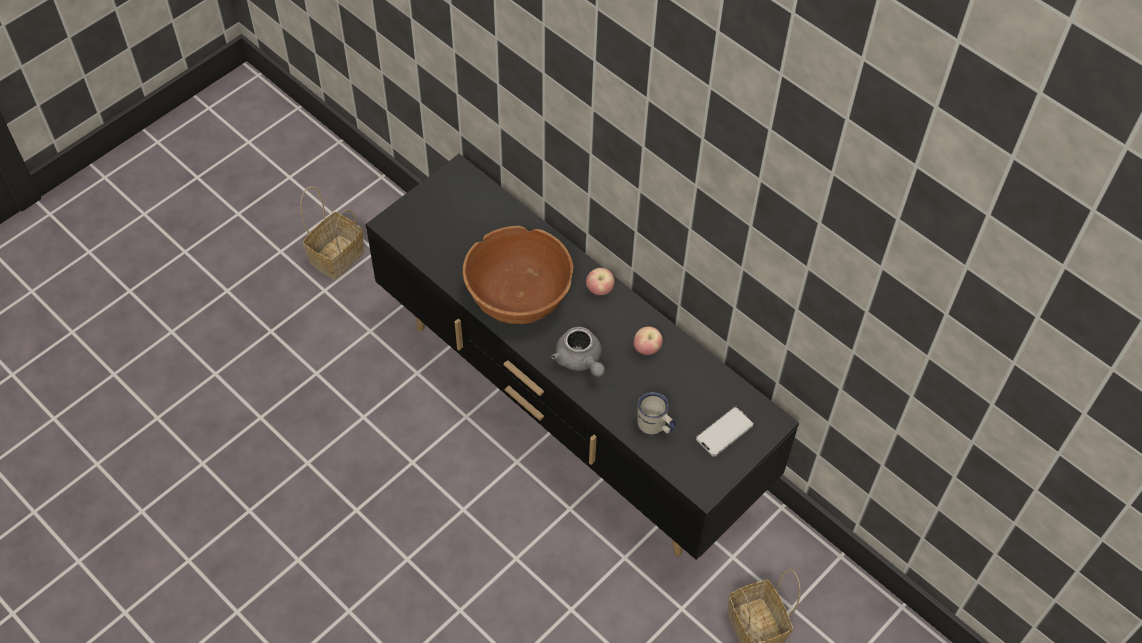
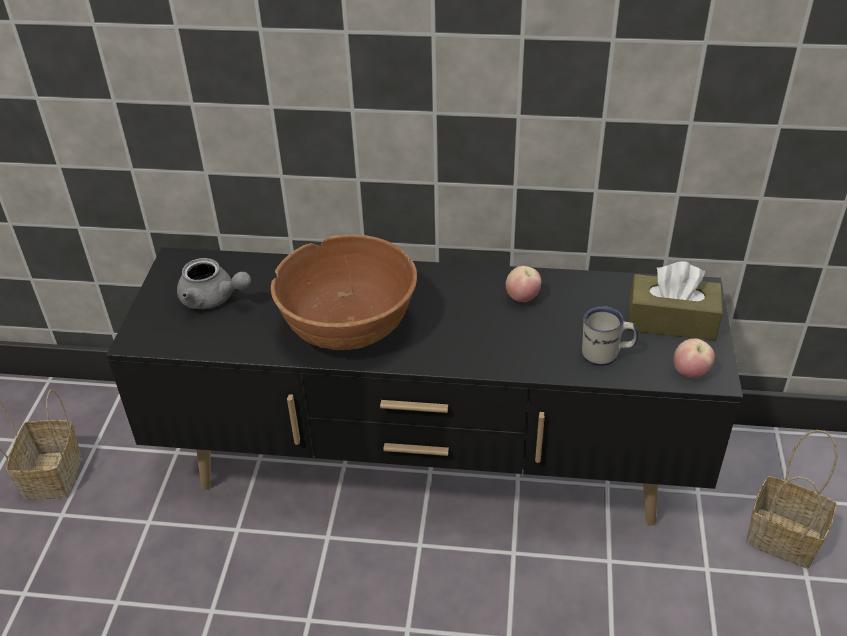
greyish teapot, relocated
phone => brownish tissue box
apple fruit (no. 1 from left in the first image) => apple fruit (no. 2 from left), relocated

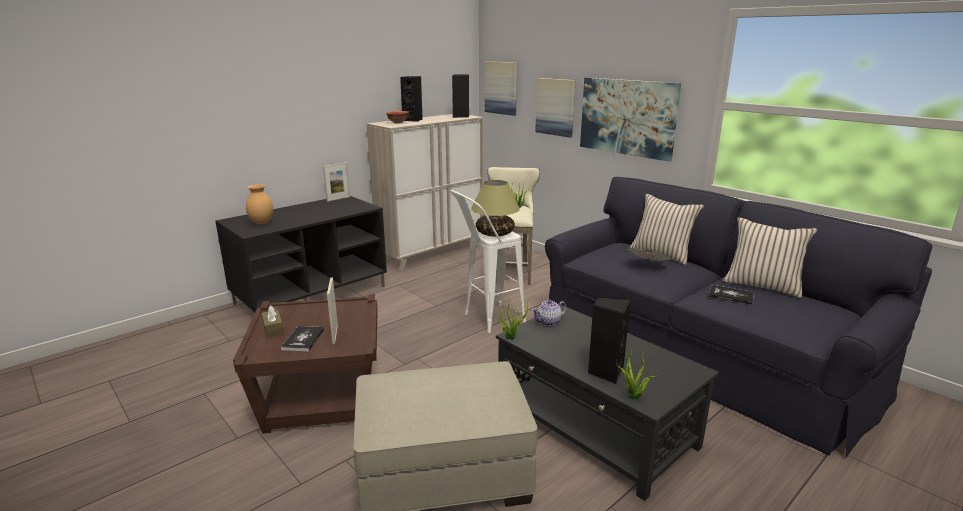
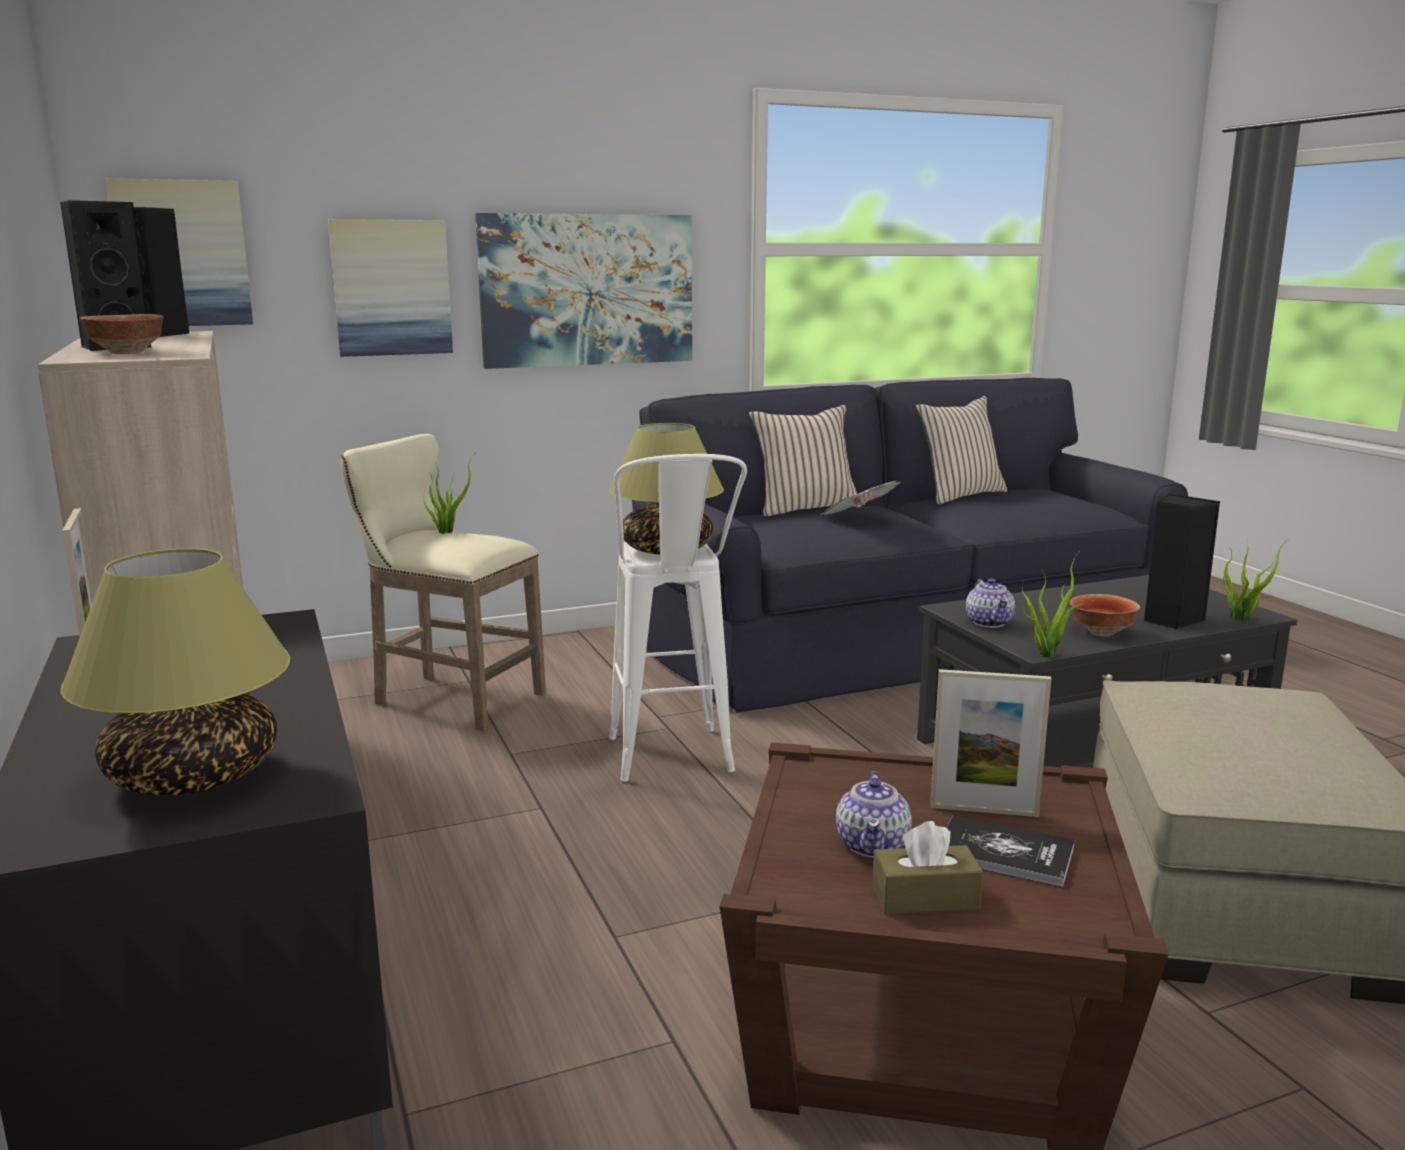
brownish flower vase => tabletop lamp (no. 1 from left)
nothing => teapot (no. 1 from left)
nothing => serving bowl (no. 2 from left)
volume (no. 2 from left) => nothing

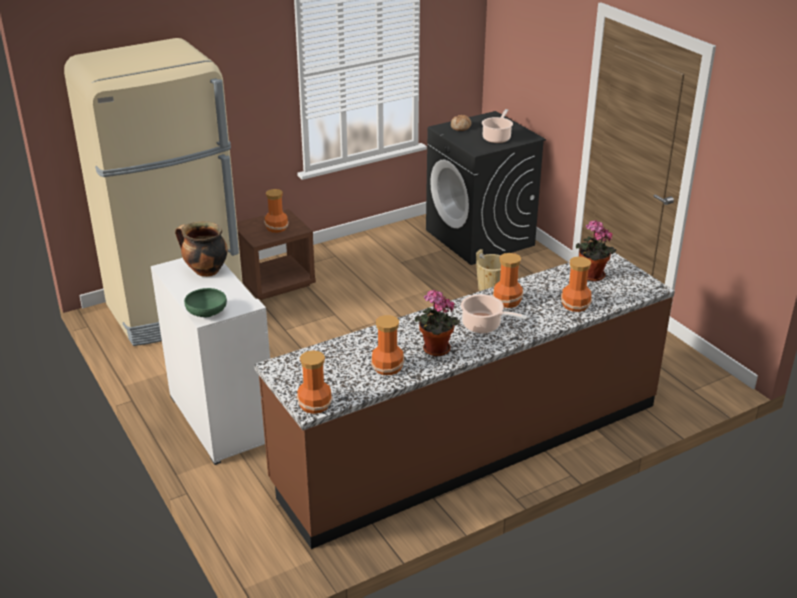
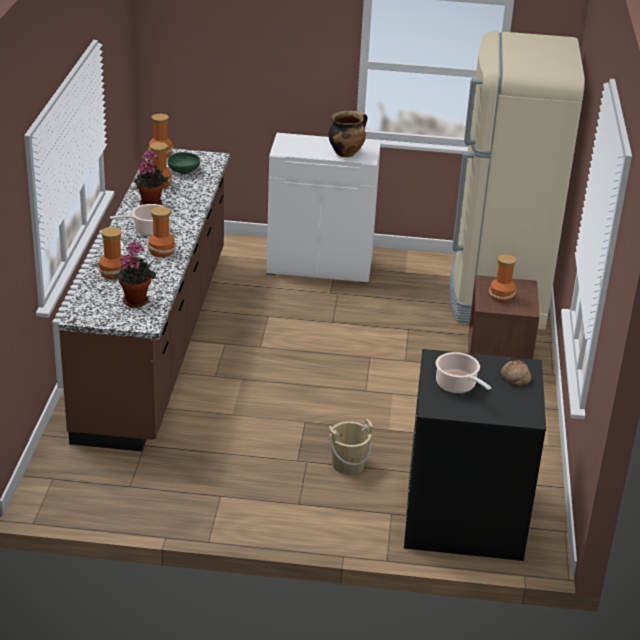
green serving bowl, relocated

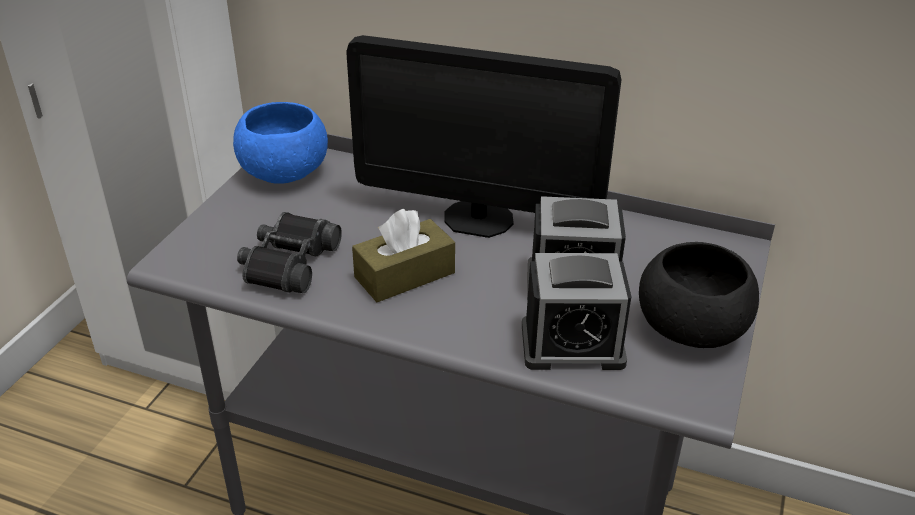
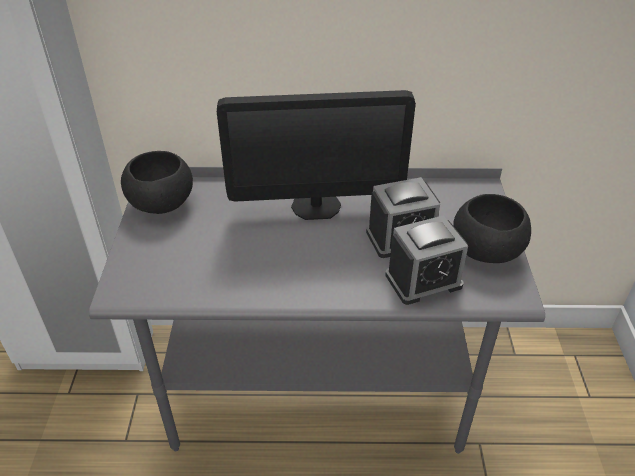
blue-coloured serving bowl => blackish serving bowl (no. 1 from left)
blackish binoculars => nothing
brownish tissue box => nothing

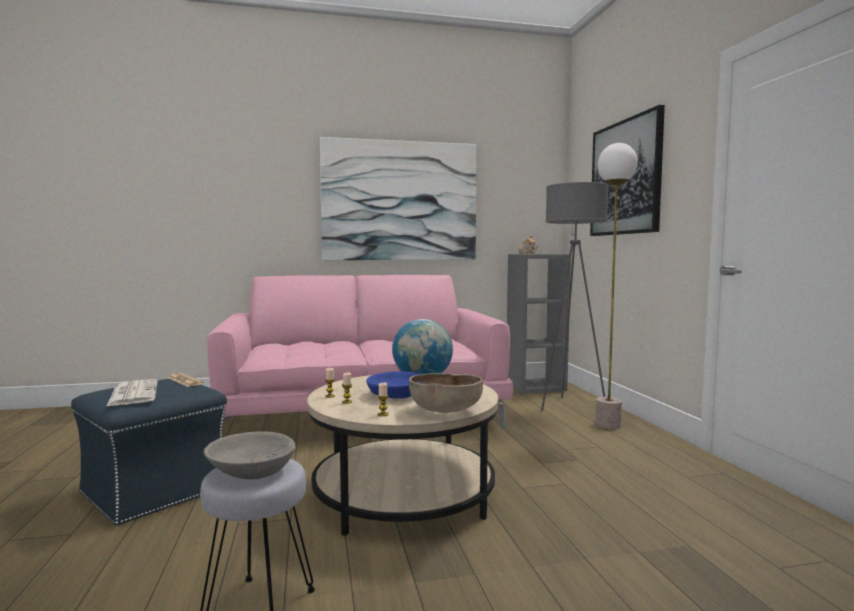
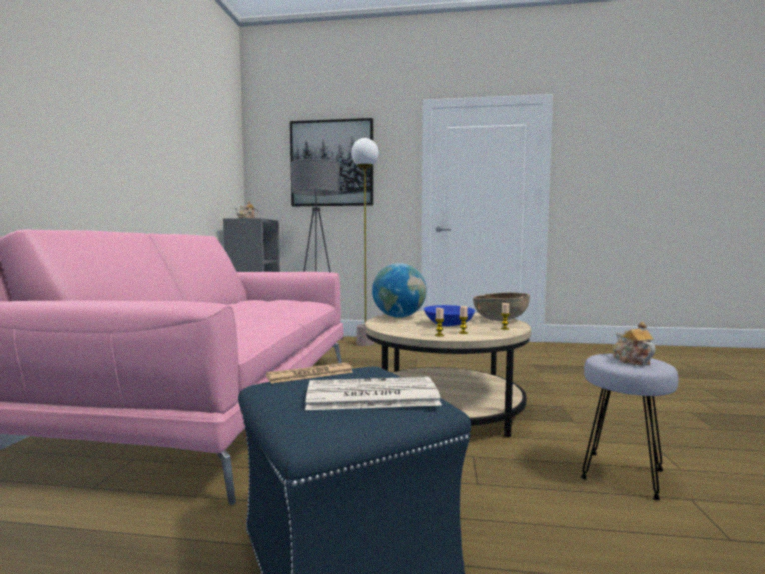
greyish serving bowl => teapot (no. 2 from left)
wall art (no. 1 from left) => nothing

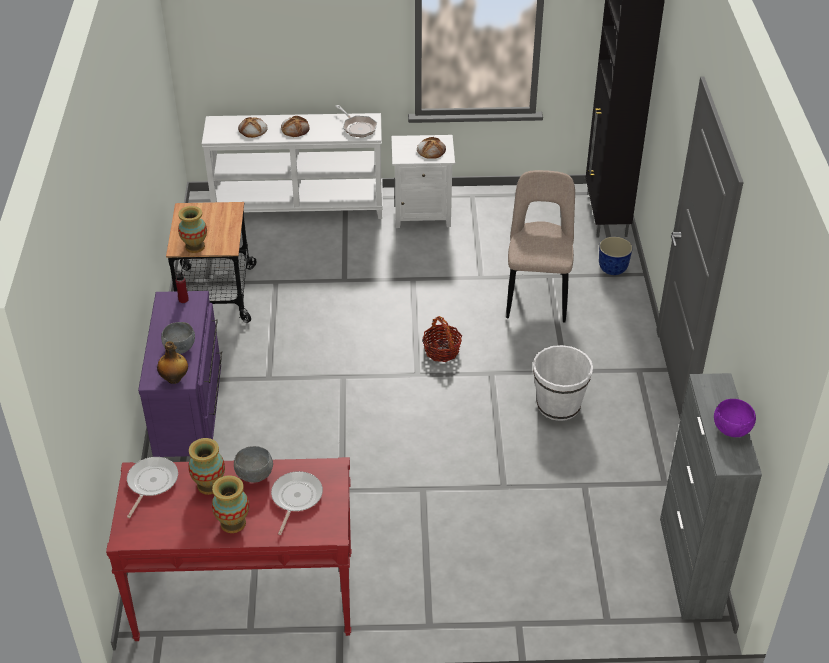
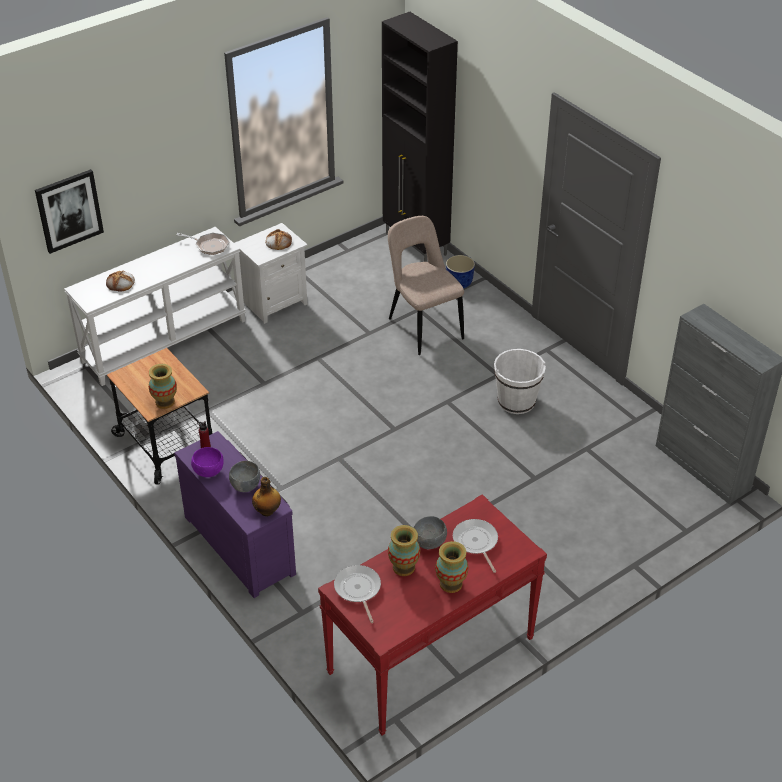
nothing => wall art
purplish serving bowl, relocated
bakery bread (no. 2 from left) => nothing
household basket => nothing

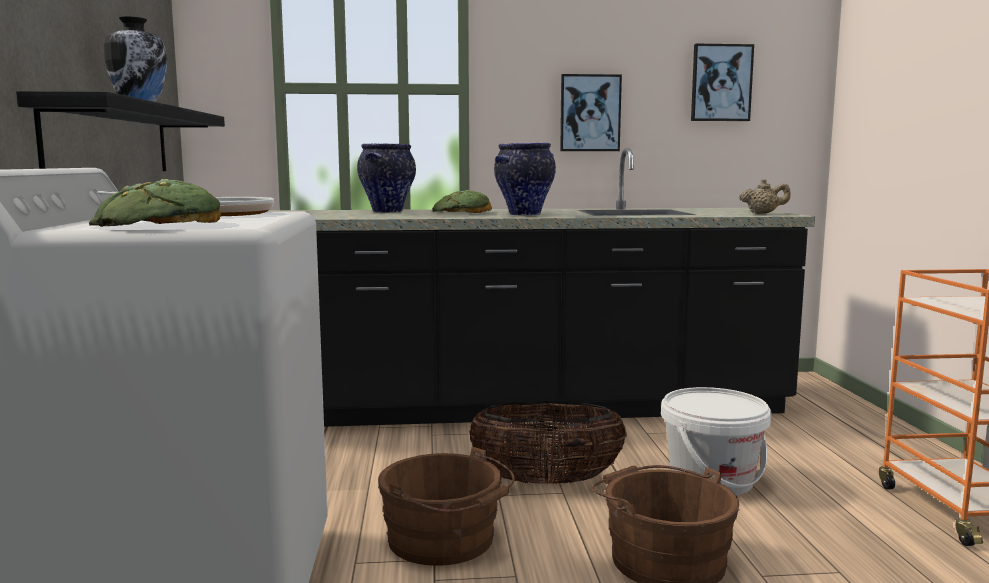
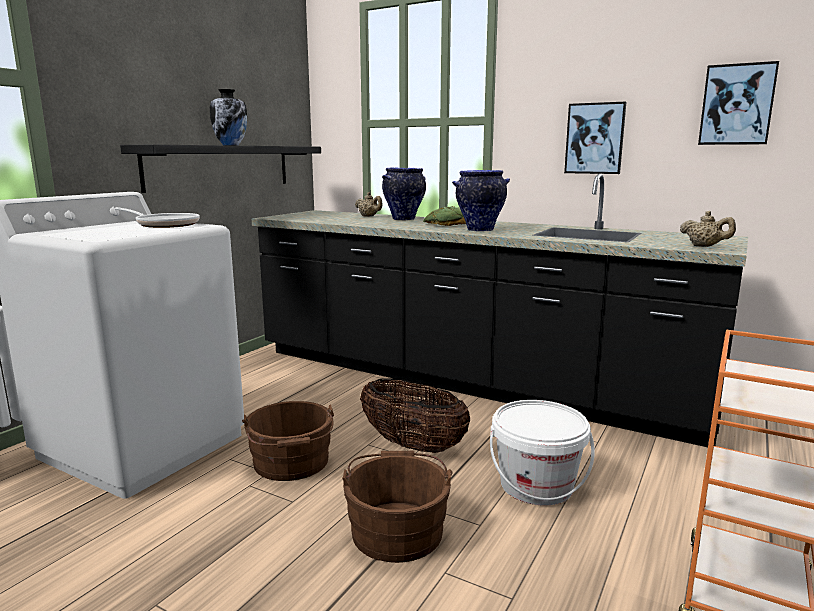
nothing => beige teapot (no. 1 from left)
bakery bread (no. 1 from left) => nothing

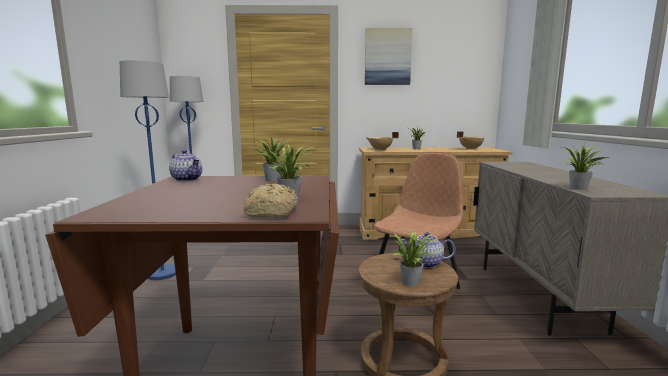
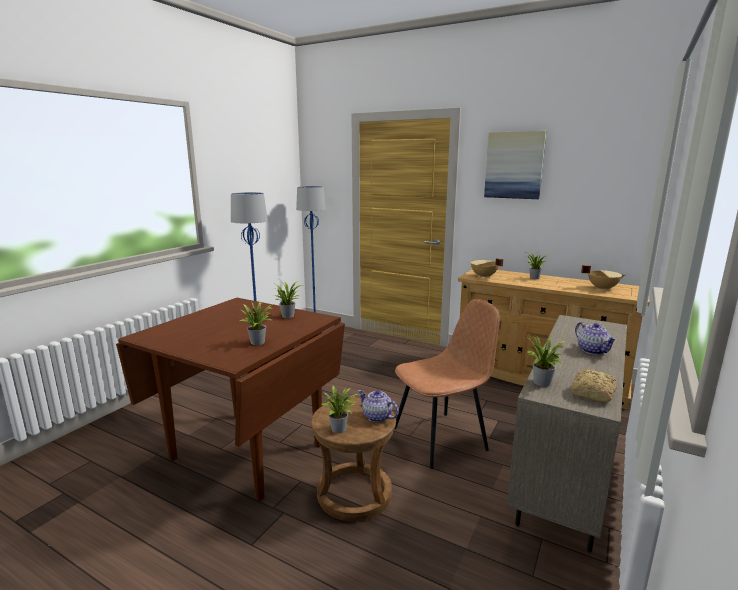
bakery bread, relocated
teapot (no. 1 from left in the first image) => teapot (no. 2 from left), relocated

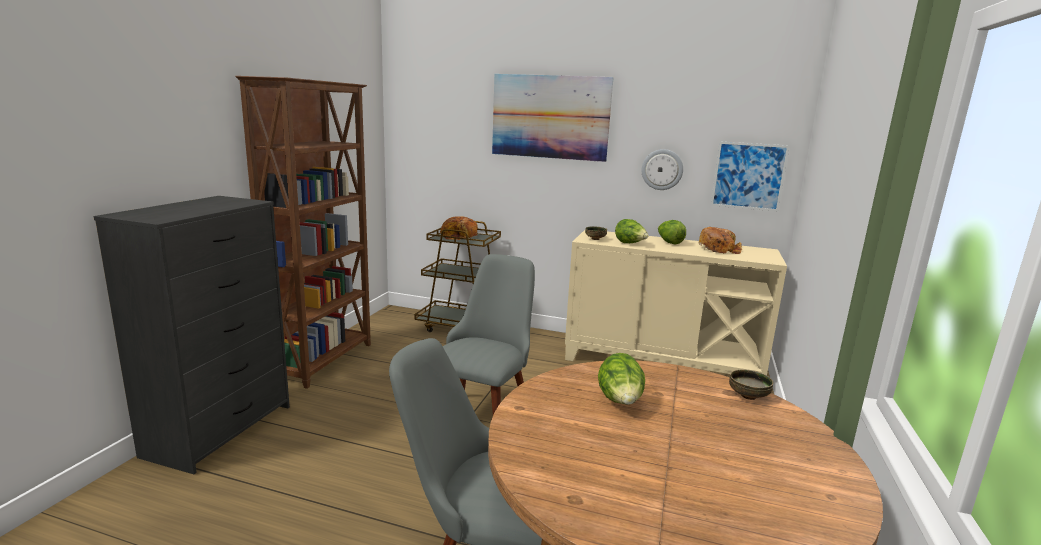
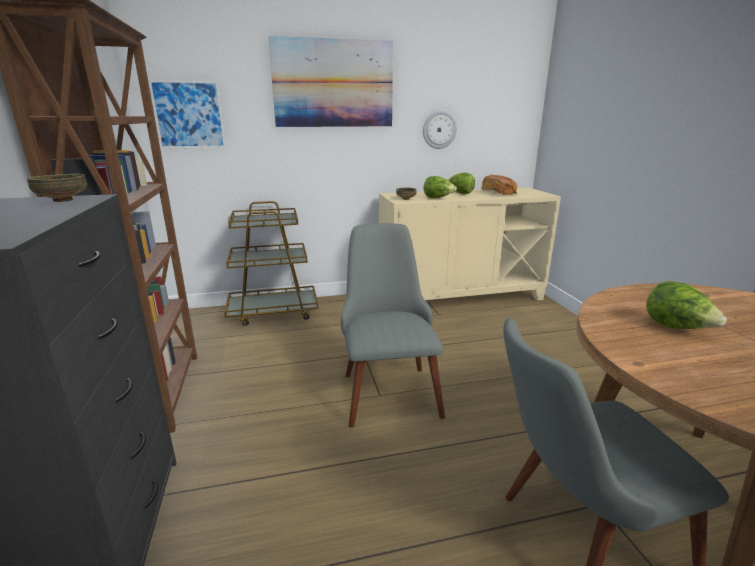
serving bowl (no. 2 from left in the first image) => serving bowl (no. 1 from left), relocated
wall art (no. 2 from left in the first image) => wall art (no. 1 from left), relocated
bakery bread (no. 1 from left) => nothing

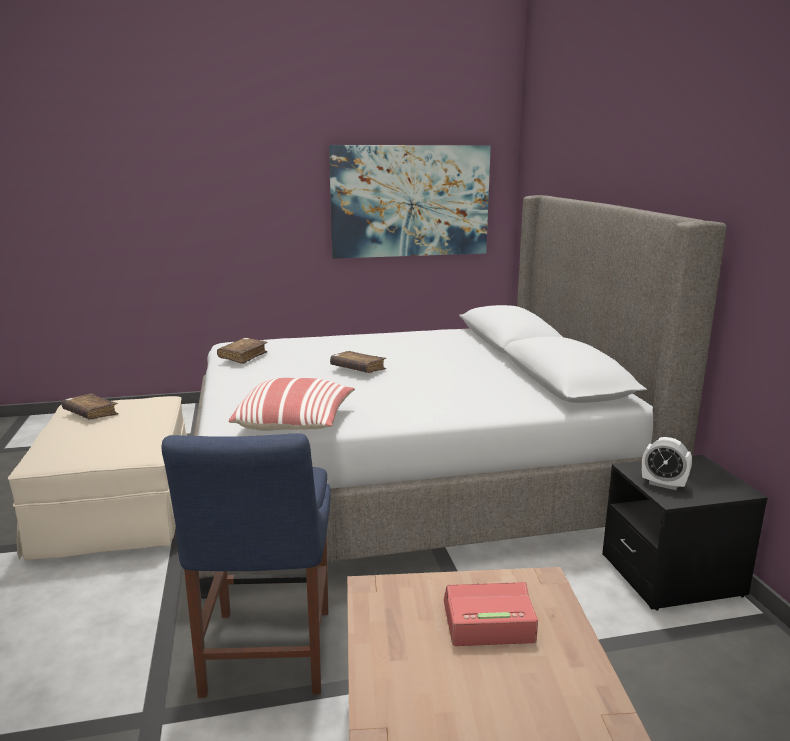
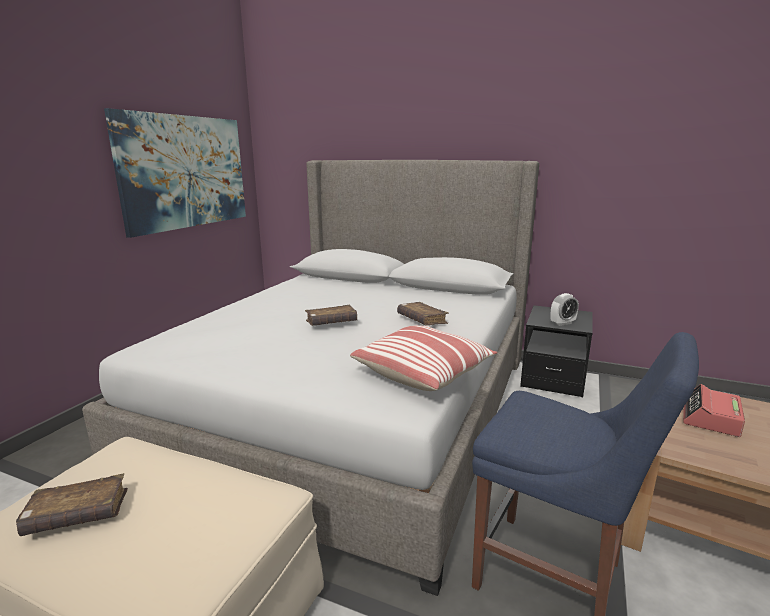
brownish volume (no. 2 from left in the first image) => brownish volume (no. 3 from left), relocated

